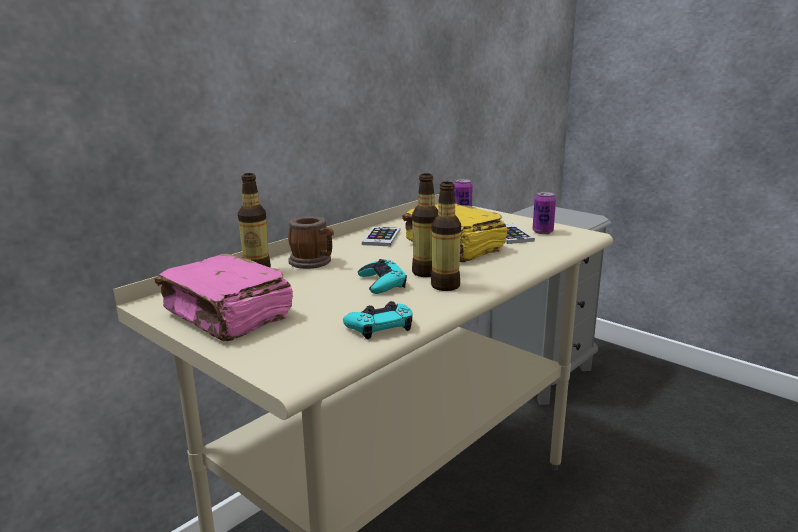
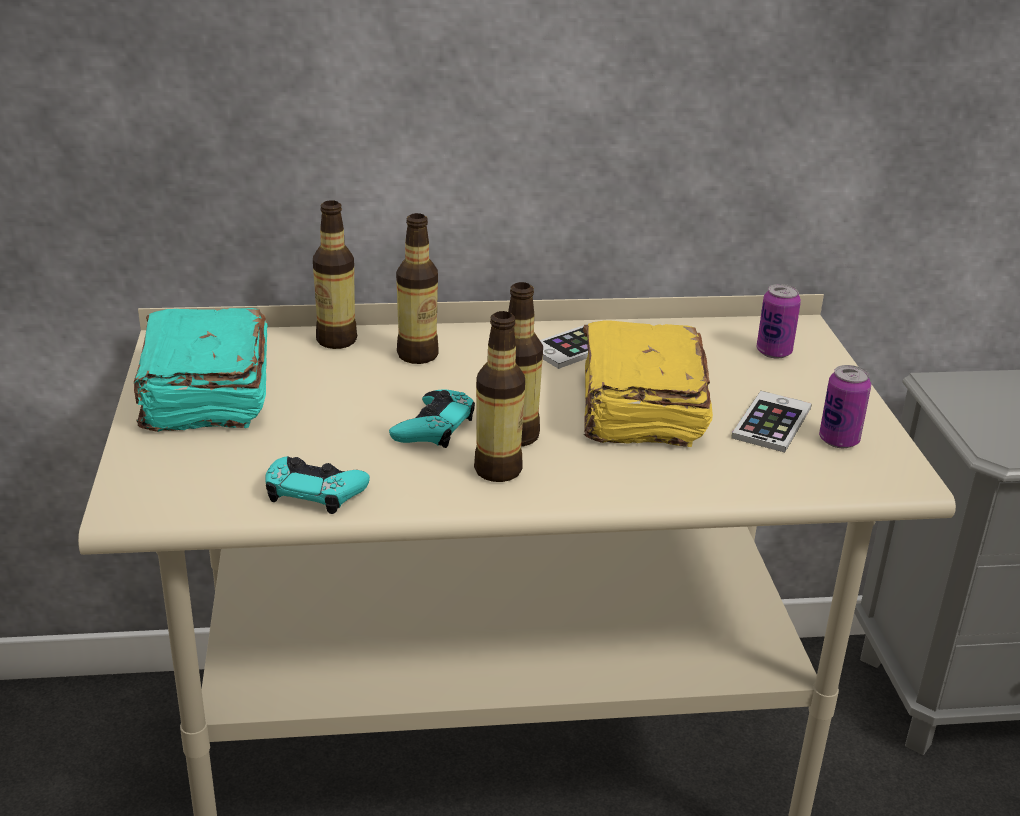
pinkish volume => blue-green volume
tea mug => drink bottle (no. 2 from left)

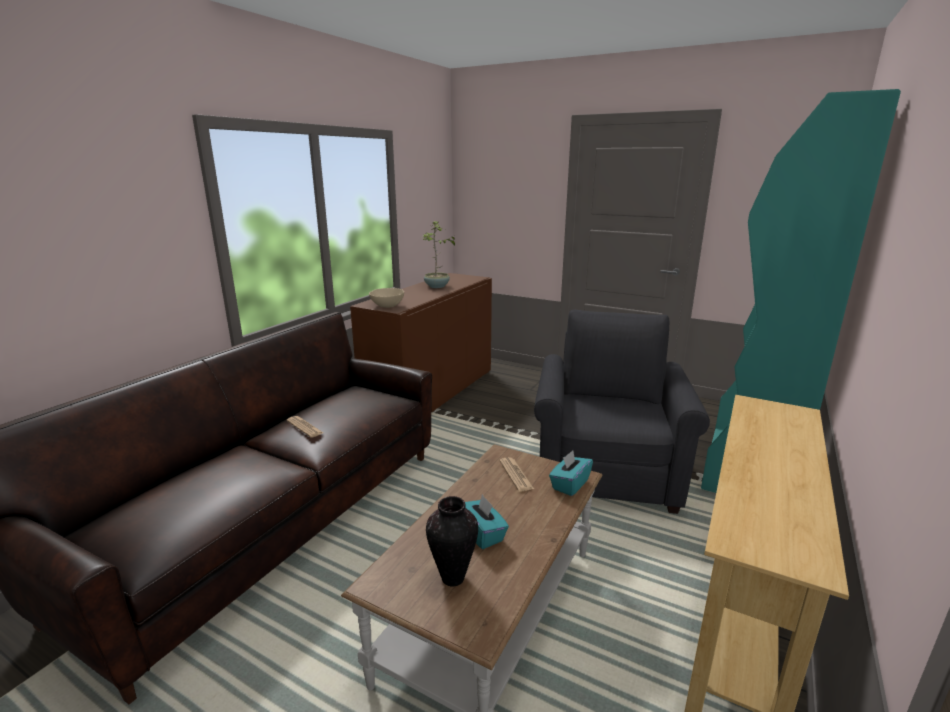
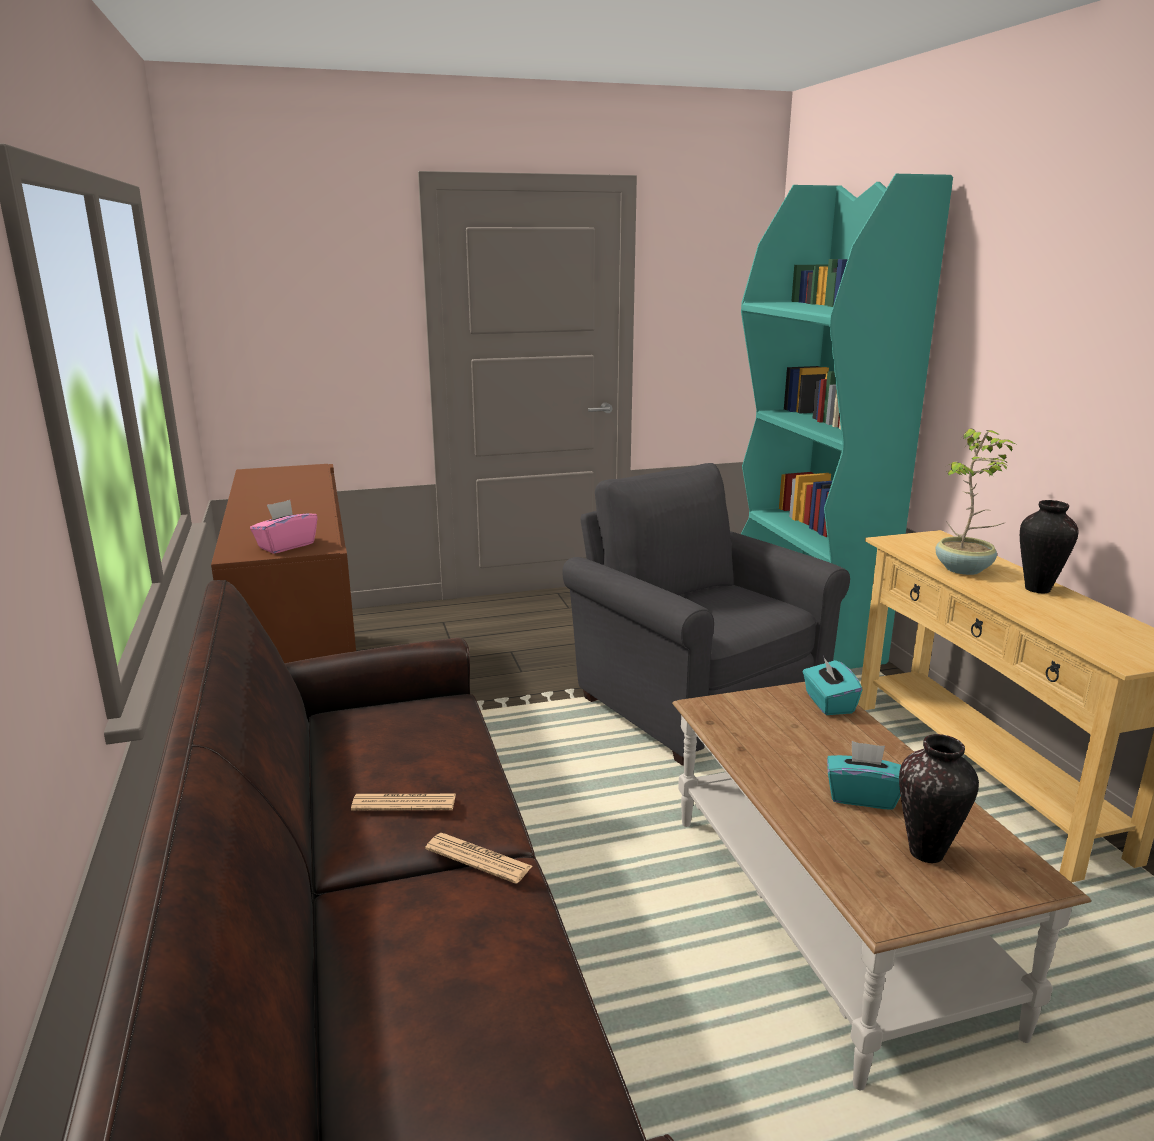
beige serving bowl => pinkish tissue box
printed paper (no. 2 from left), relocated
plant in a pot, relocated
nothing => flower vase (no. 2 from left)

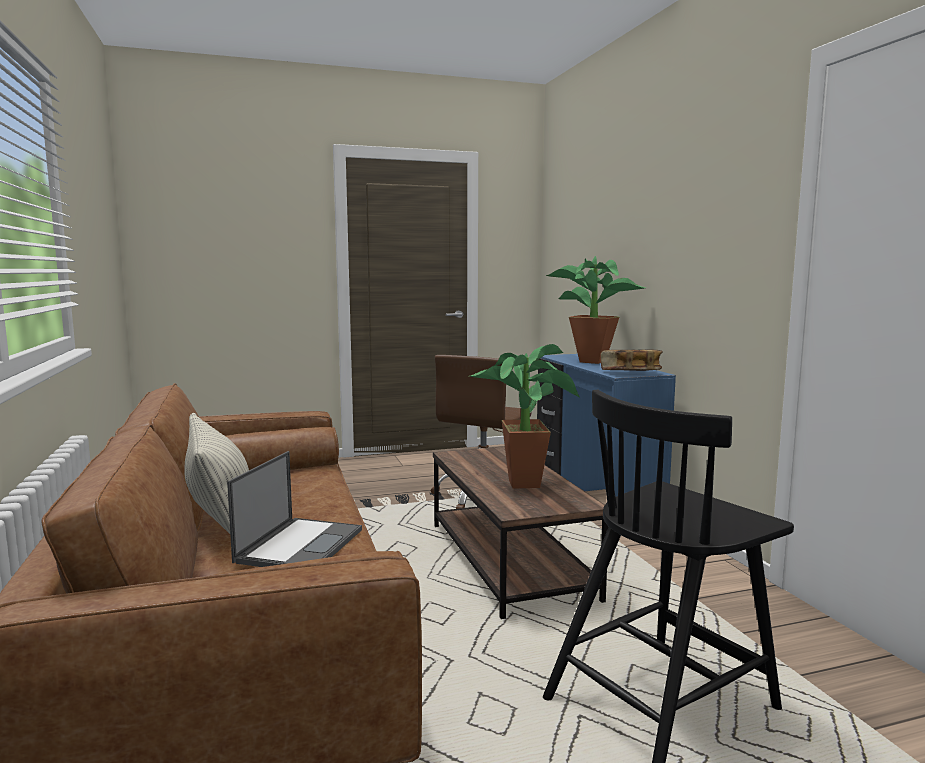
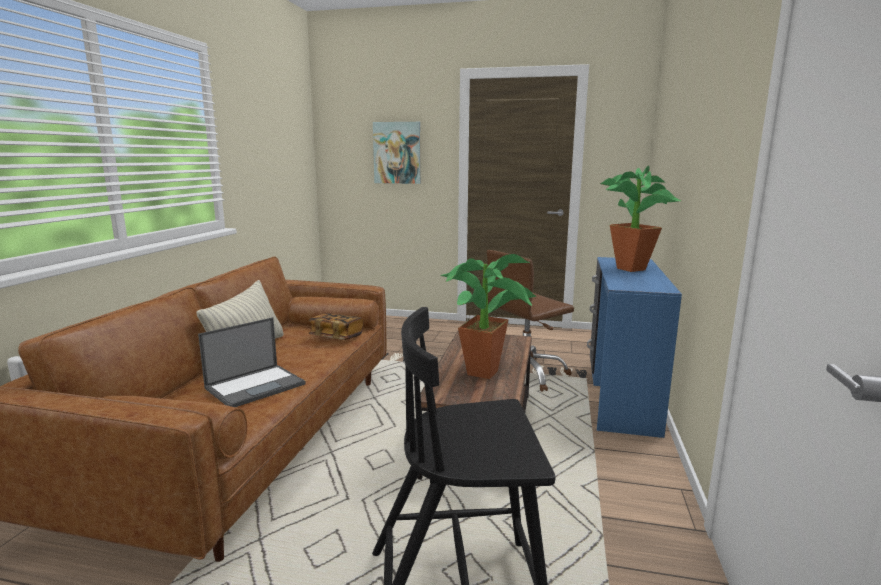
volume, relocated
nothing => wall art

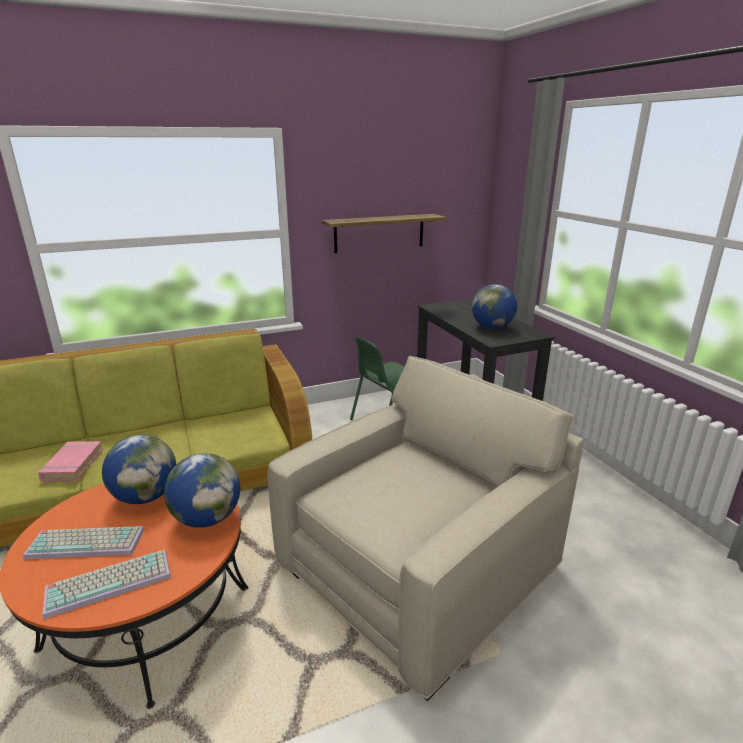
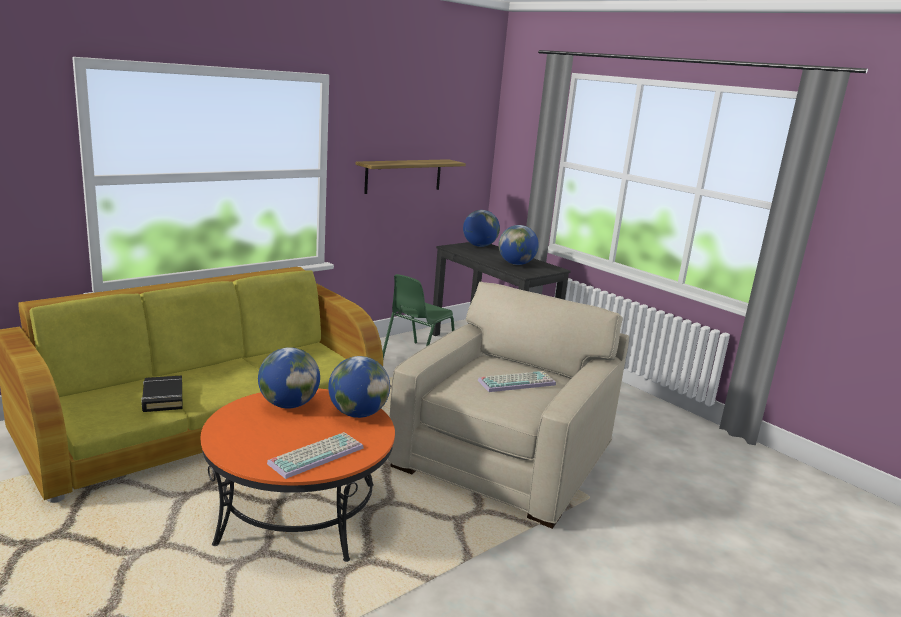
pinkish volume => blackish volume
nothing => desk globe (no. 3 from left)
keyboard (no. 1 from left in the first image) => keyboard (no. 2 from left), relocated

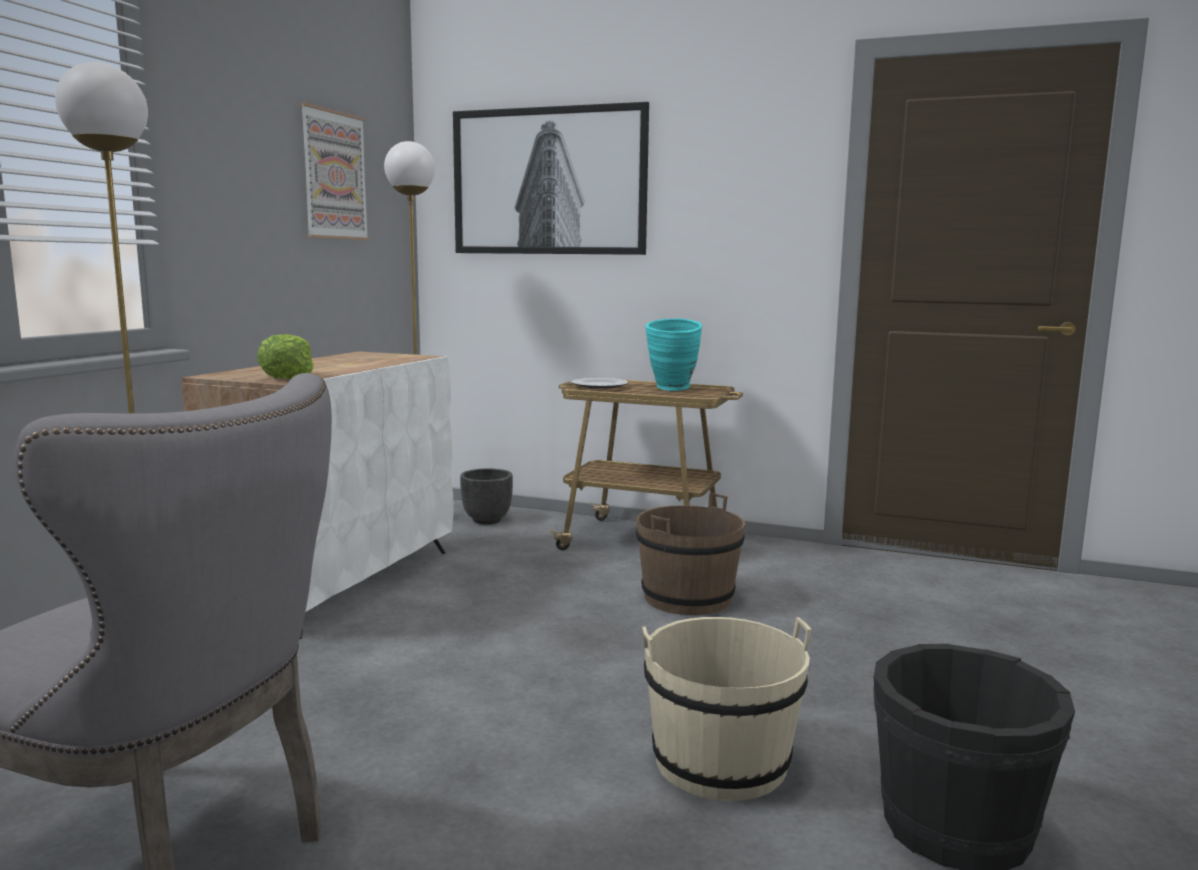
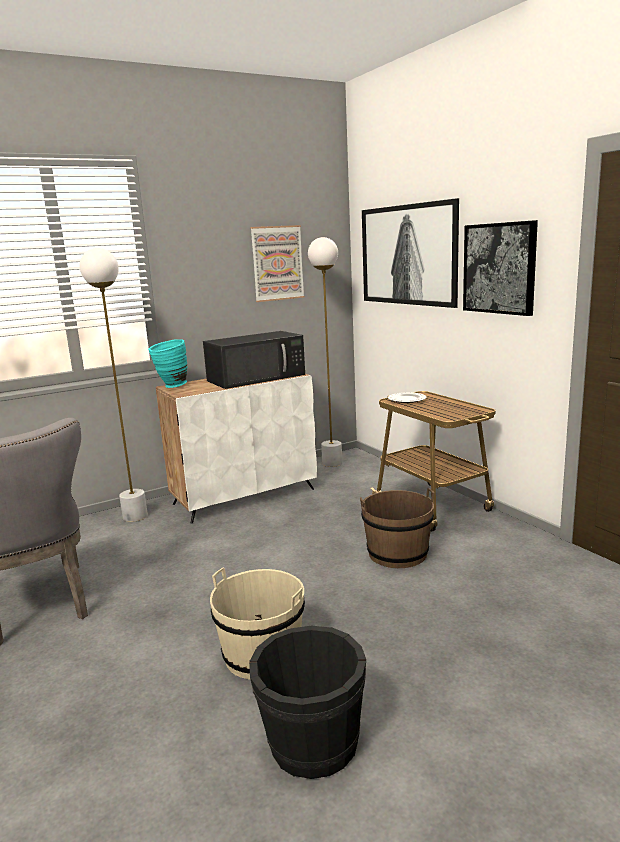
blue-green flower vase, relocated
nothing => blackish microwave oven
nothing => wall art (no. 3 from left)
lettuce => nothing
blackish plant pot => nothing

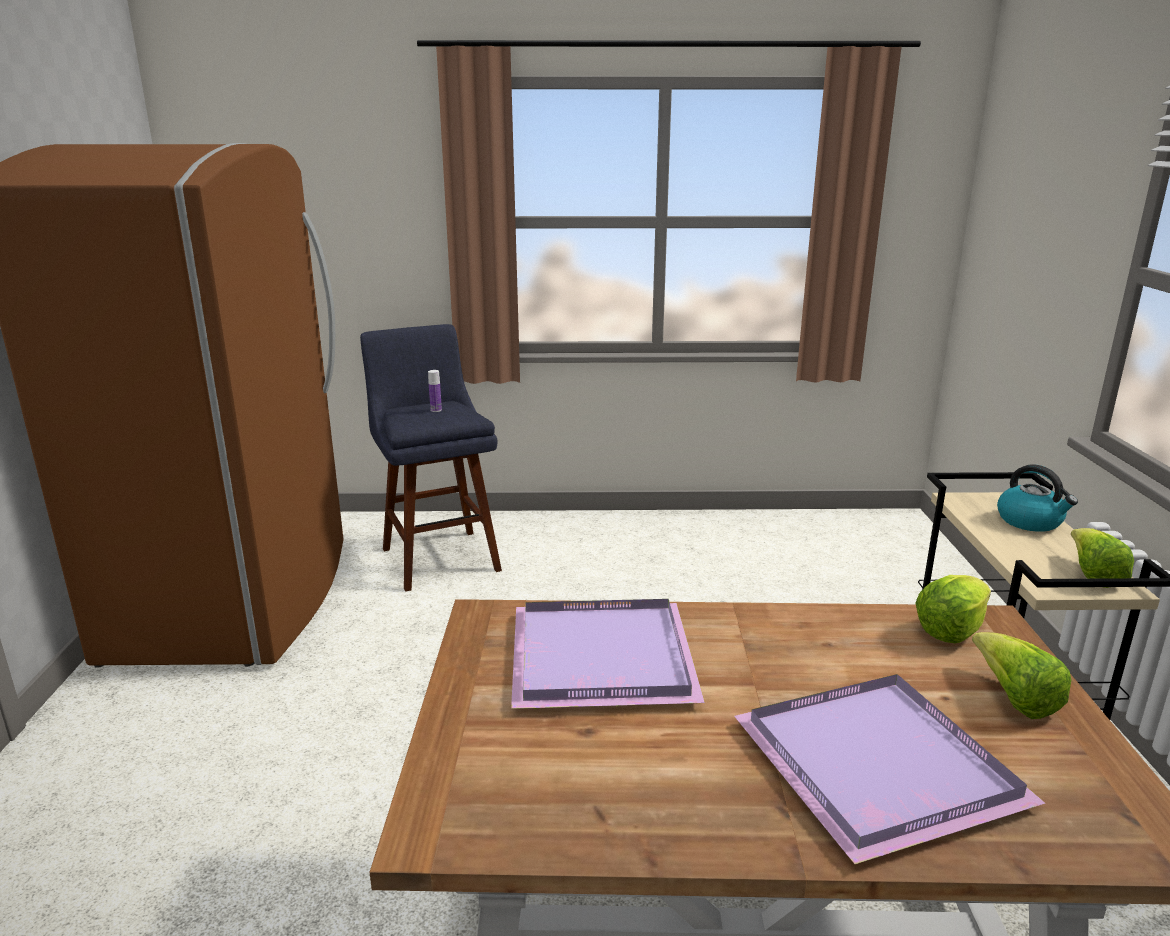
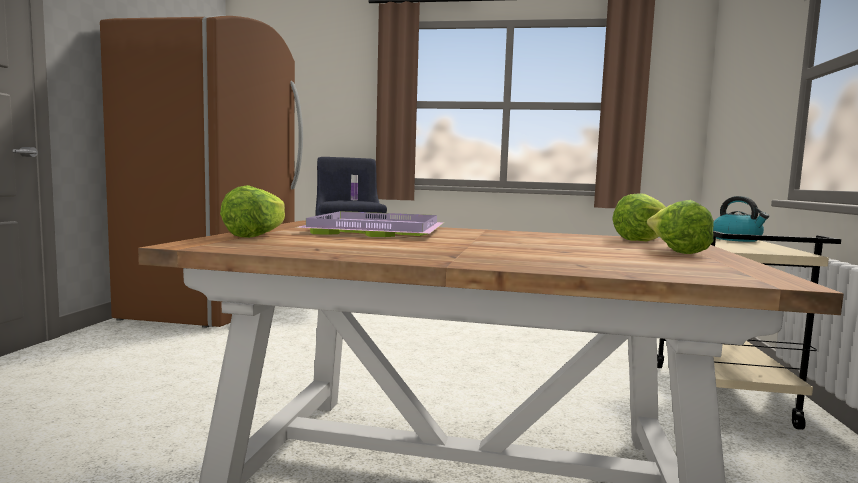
lettuce (no. 3 from left in the first image) => lettuce (no. 1 from left), relocated
purplish carrying tray (no. 2 from left) => nothing

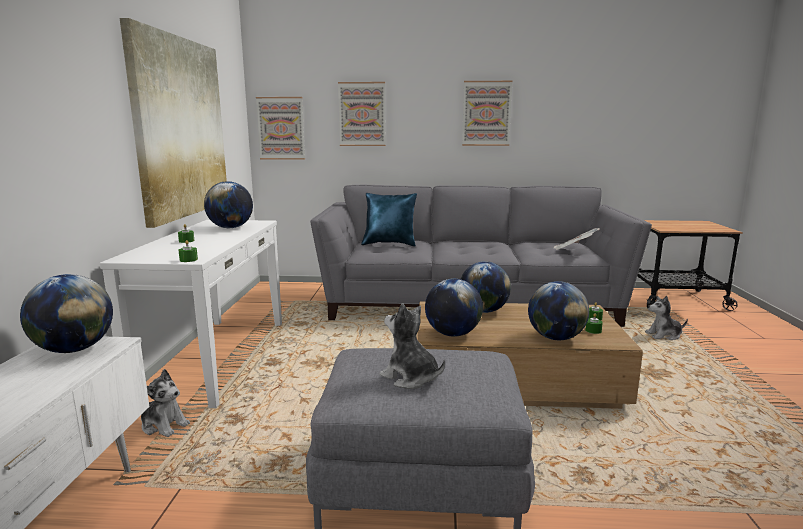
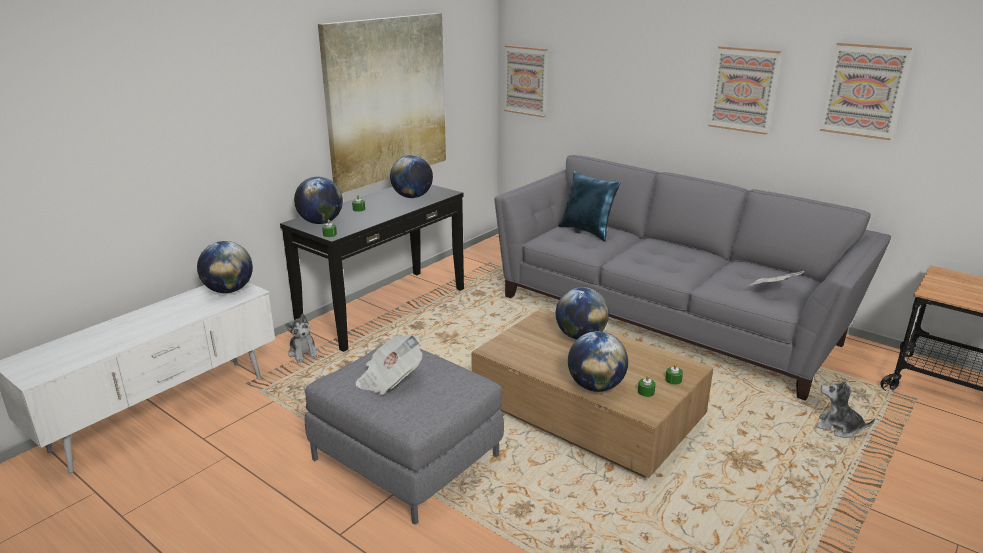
whitish console table => blackish console table
desk globe (no. 3 from left in the first image) => desk globe (no. 2 from left), relocated
plush toy (no. 2 from left) => printed paper (no. 1 from left)
wall art (no. 3 from left in the first image) => wall art (no. 4 from left), relocated

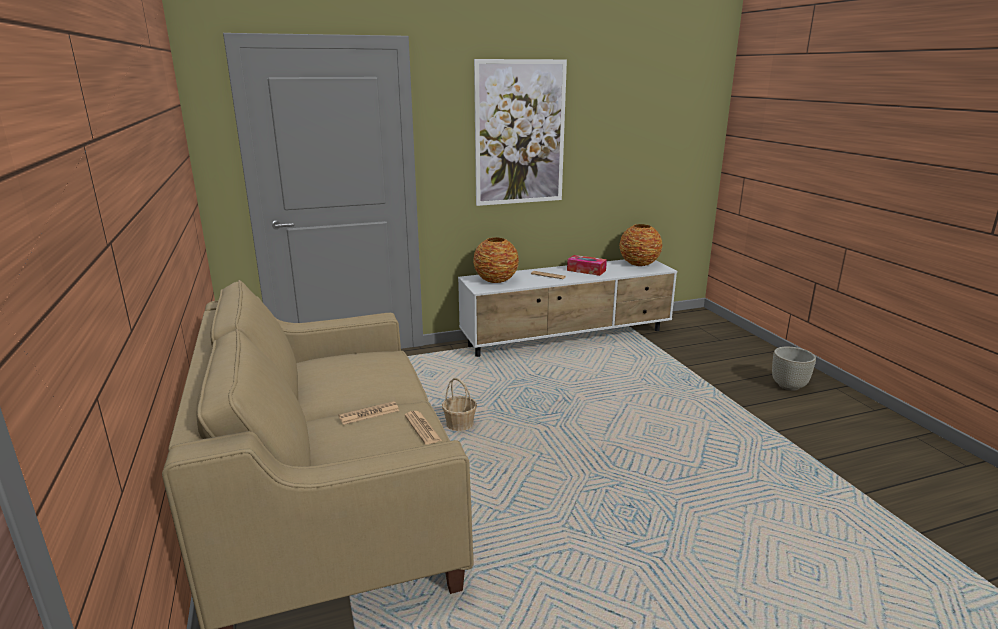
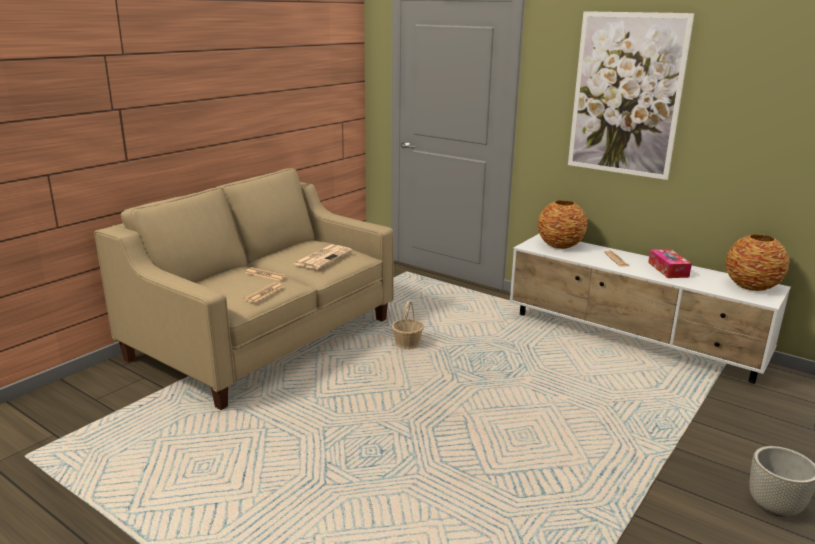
nothing => printed paper (no. 3 from left)

